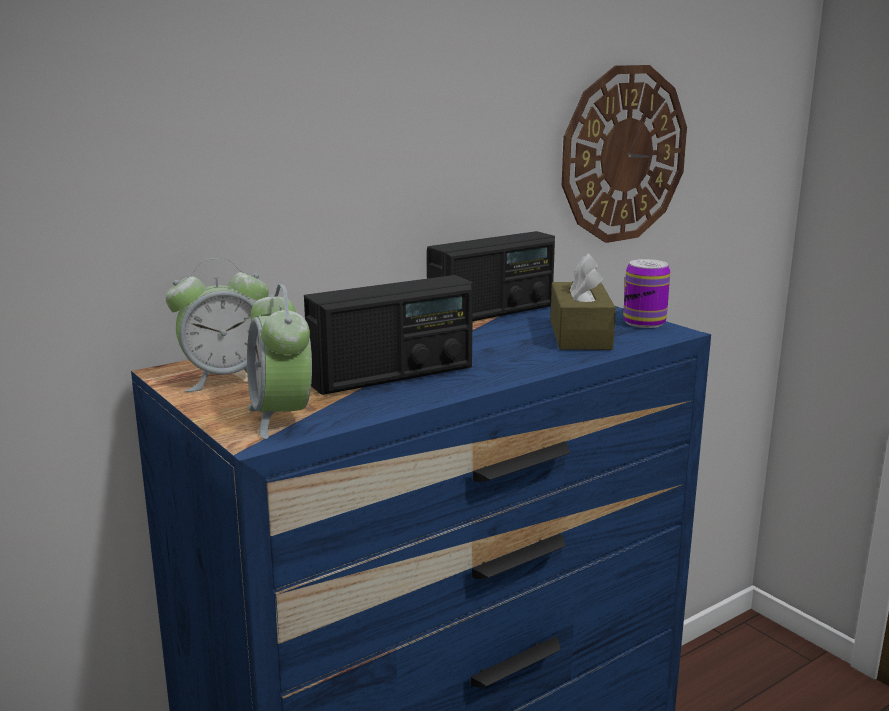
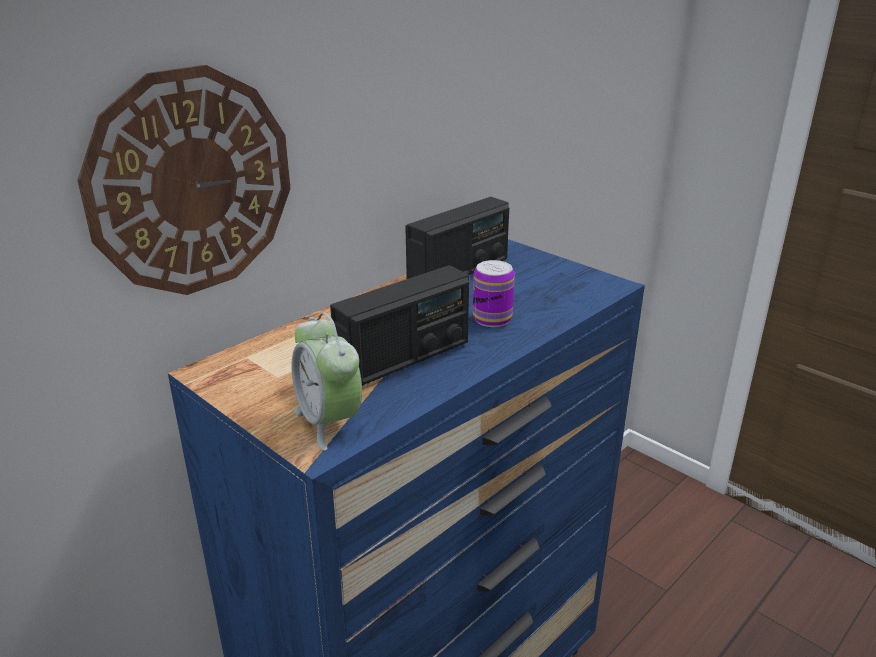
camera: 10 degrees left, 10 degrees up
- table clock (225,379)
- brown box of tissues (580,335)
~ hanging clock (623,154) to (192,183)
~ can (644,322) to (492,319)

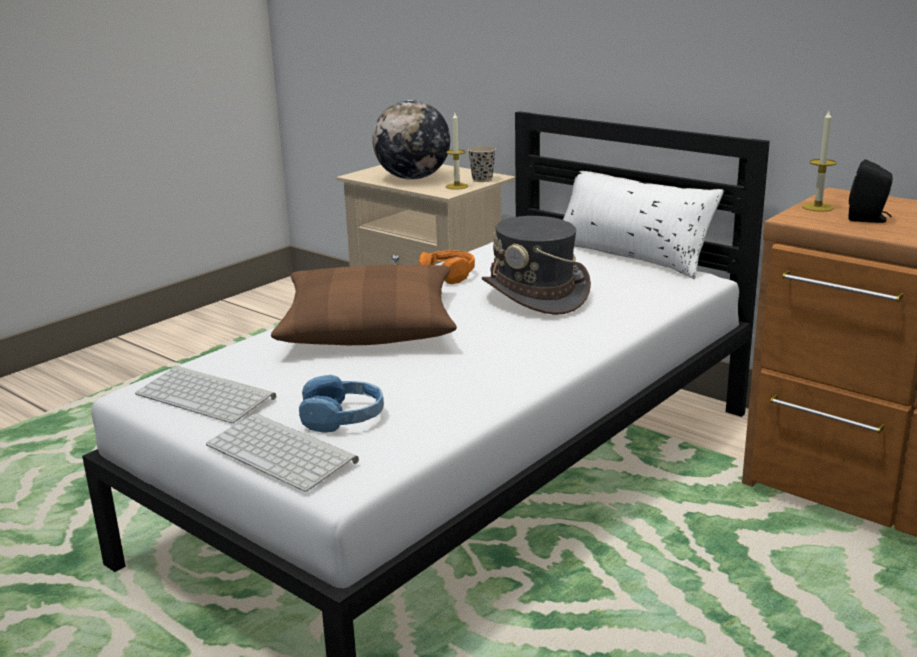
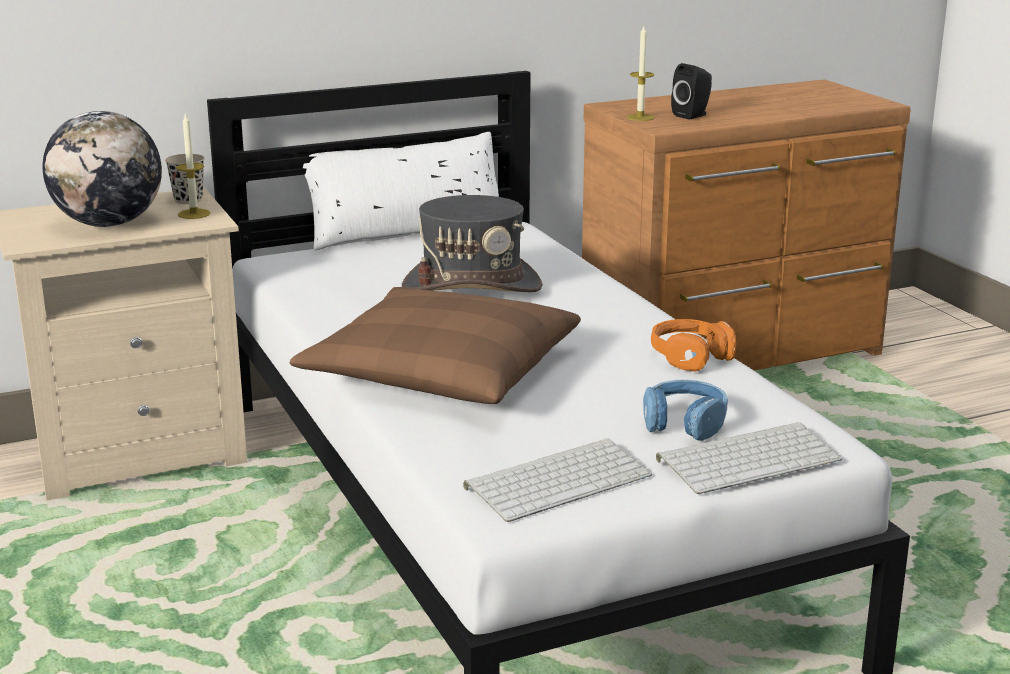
camera: 65 degrees left, 0 degrees up
~ orangey headphones (447,275) to (690,356)

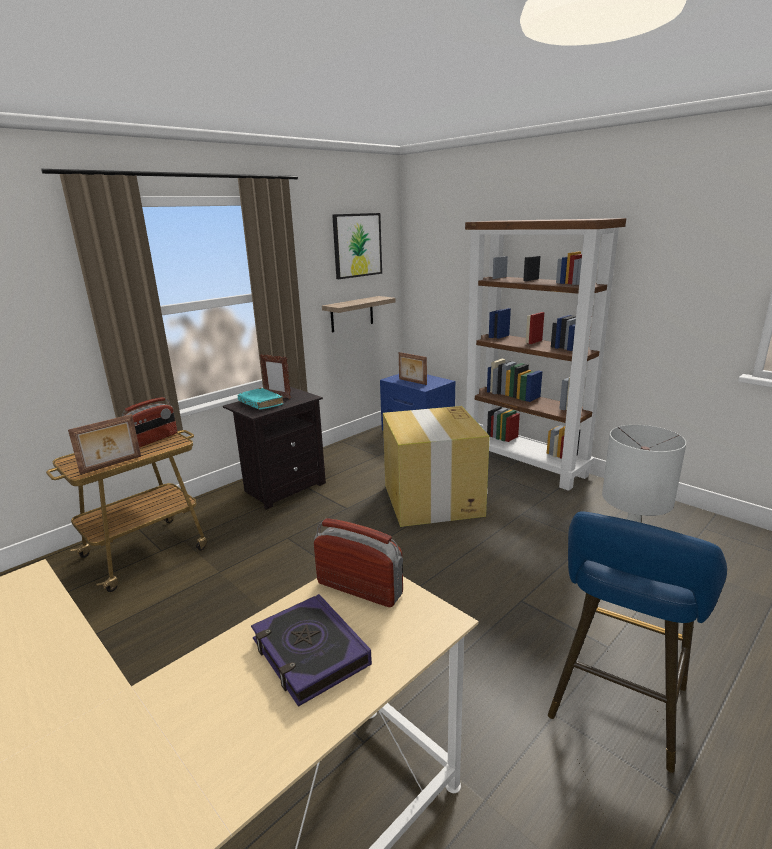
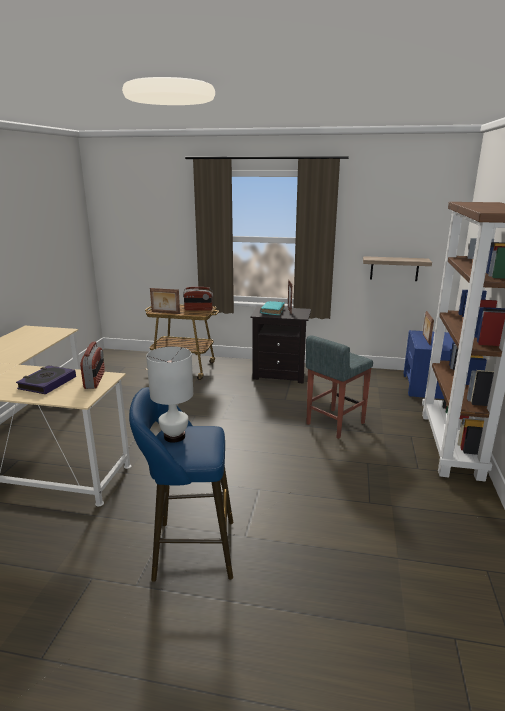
camera: 55 degrees right, 0 degrees up
- wall art (357,245)
~ cardboard box (433,500) to gray stool (334,423)

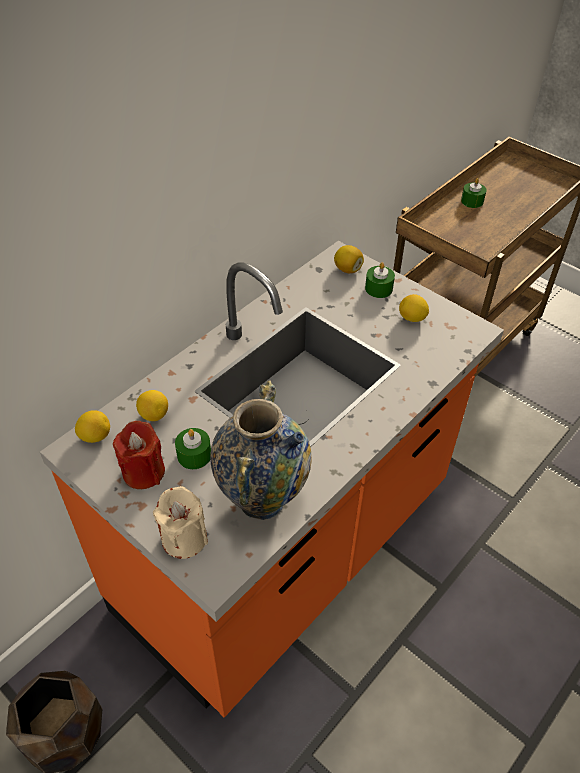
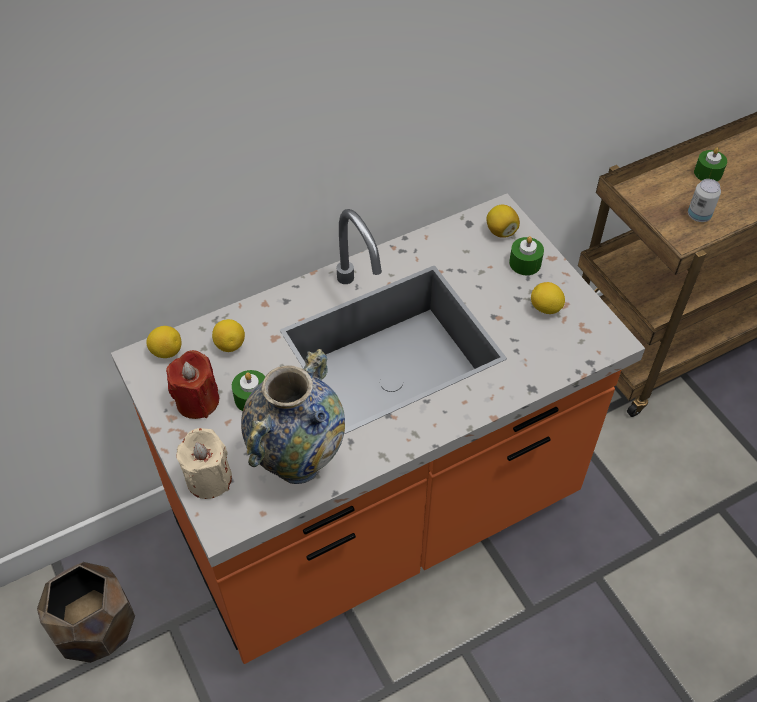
camera: 20 degrees right, 5 degrees up
+ can (698,216)

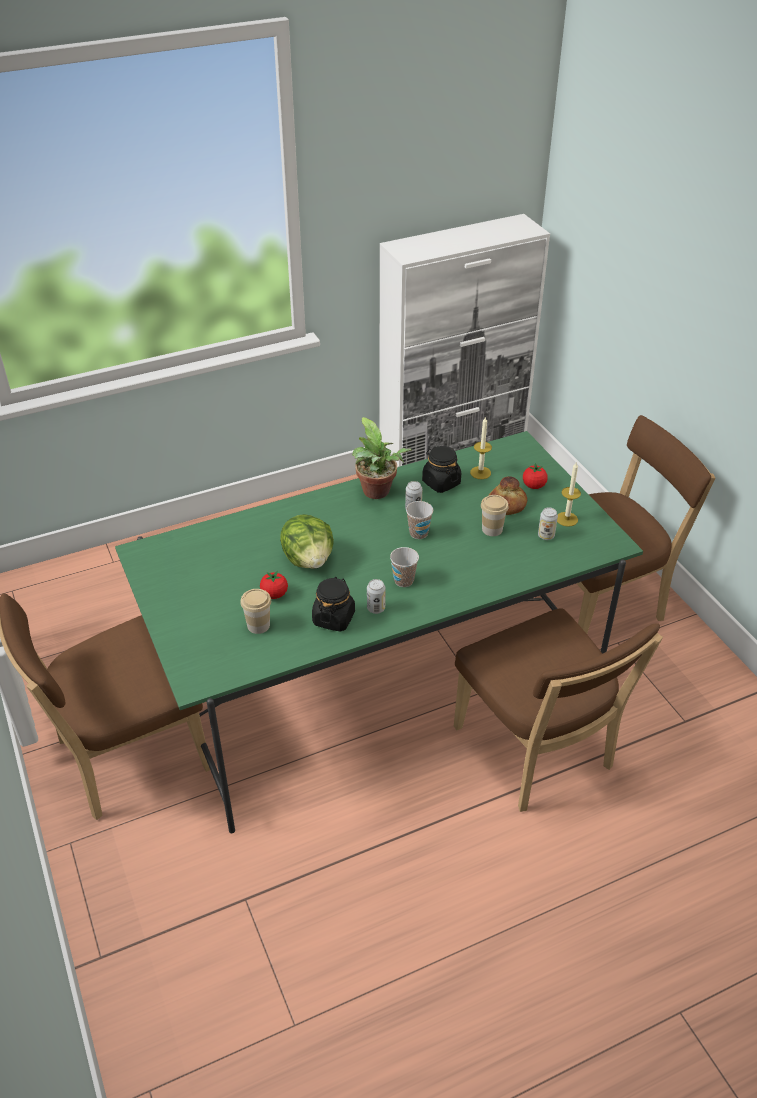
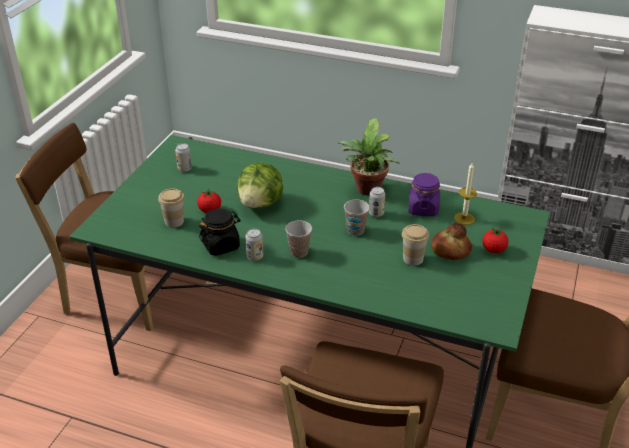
camera: 45 degrees right, 5 degrees down
~ black-coloured jar (441,482) to purplish jar (423,208)
~ can (546,536) to (184,169)
- wax light (567,519)

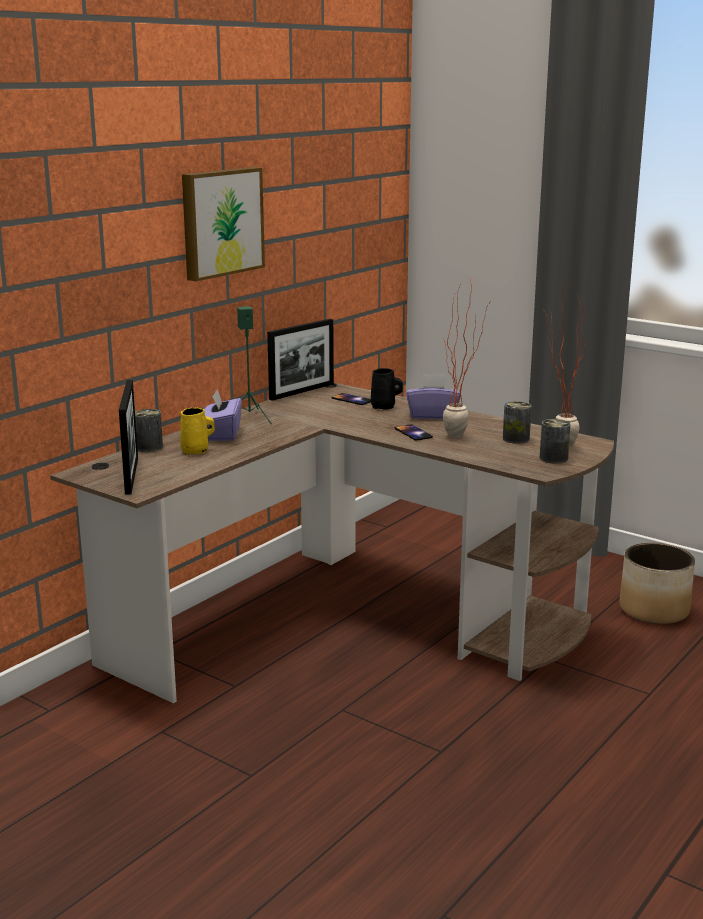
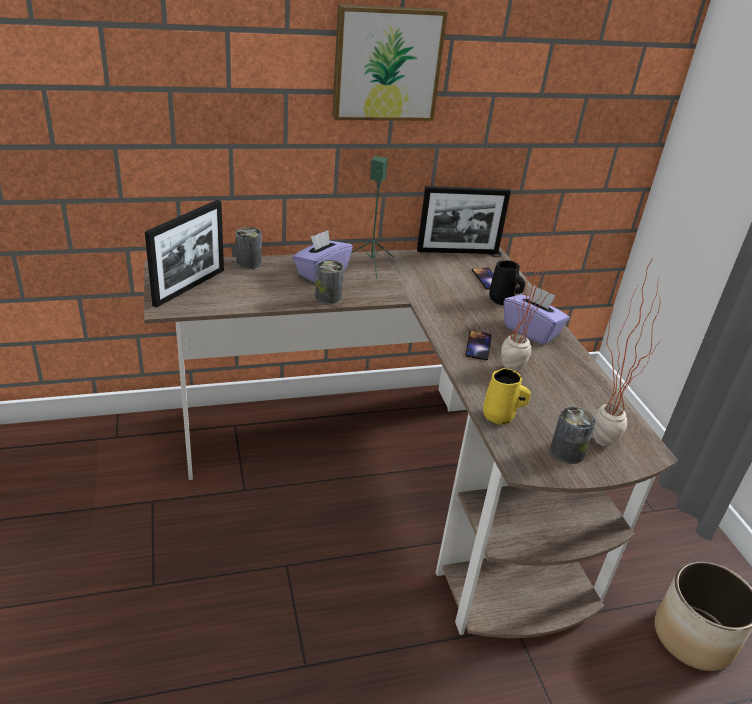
camera: 35 degrees right, 15 degrees up
~ yellowish mug (196,451) to (500,416)
~ can (516,439) to (328,297)

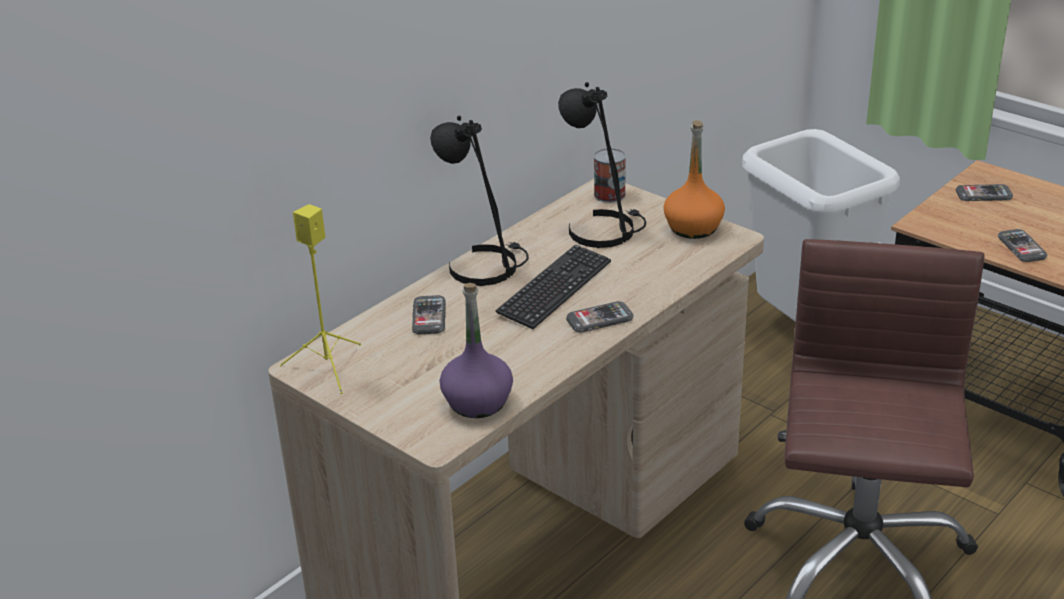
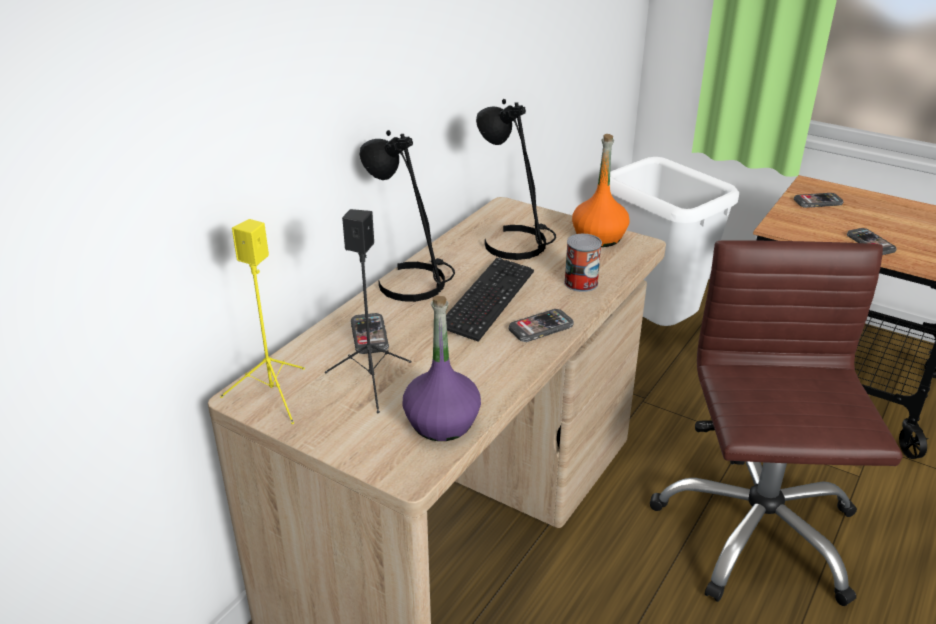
camera: 10 degrees left, 0 degrees up
~ can (609,195) to (581,283)
+ black-coloured loudspeaker (372,381)

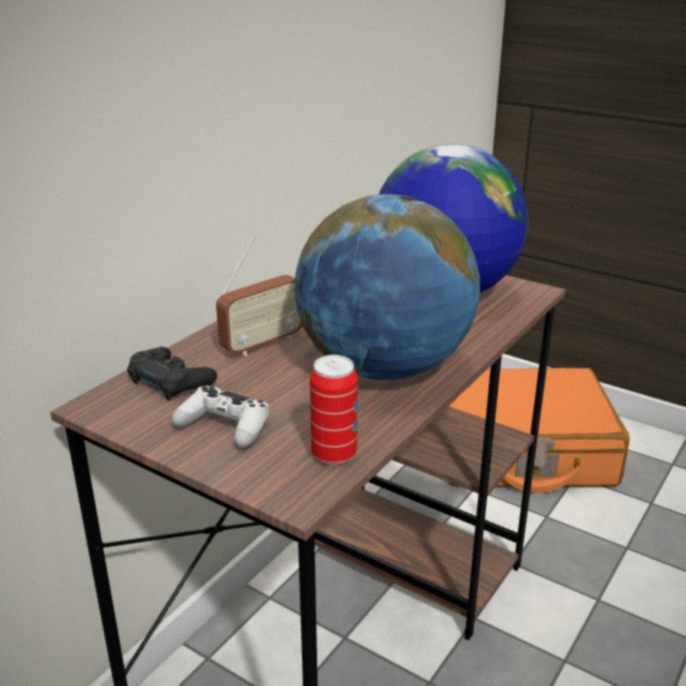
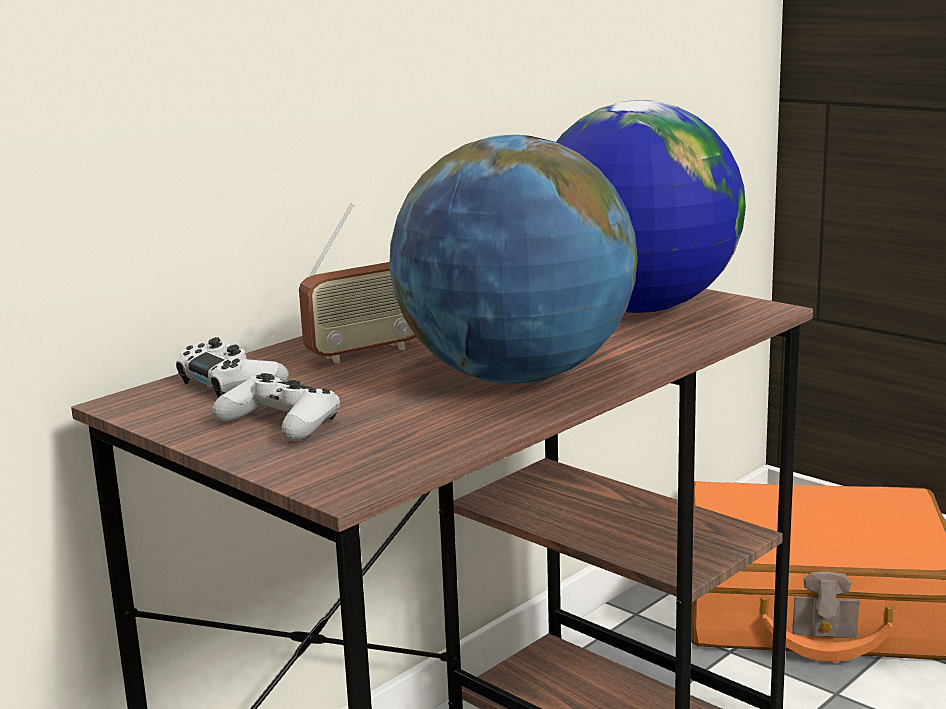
camera: 10 degrees right, 10 degrees down
~ black-coloured gamepad (171,381) to white gamepad (231,383)
- can (334,455)

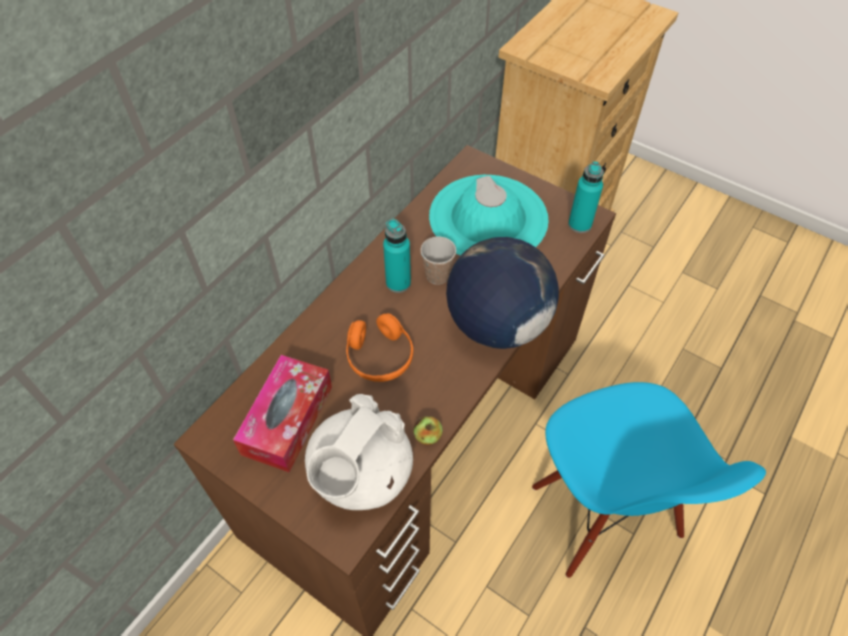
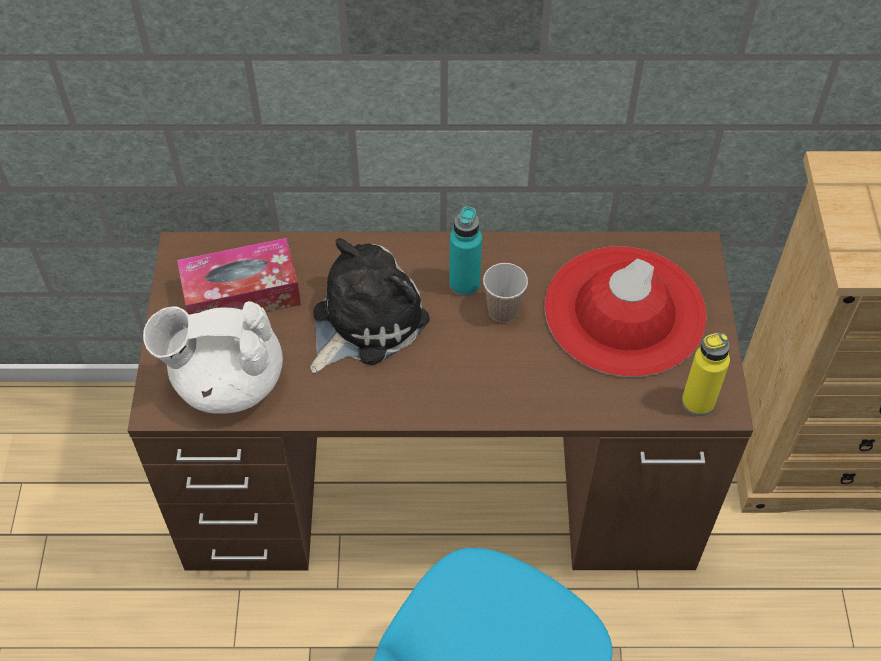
camera: 55 degrees right, 0 degrees up
~ orangey headphones (380,356) to plush toy (364,321)
- whole apple (427,436)
~ turquoise clothing hat (488,218) to red clothing hat (624,311)
- desk globe (496,324)
~ turquoise drink bottle (579,224) to yellowish drink bottle (698,402)

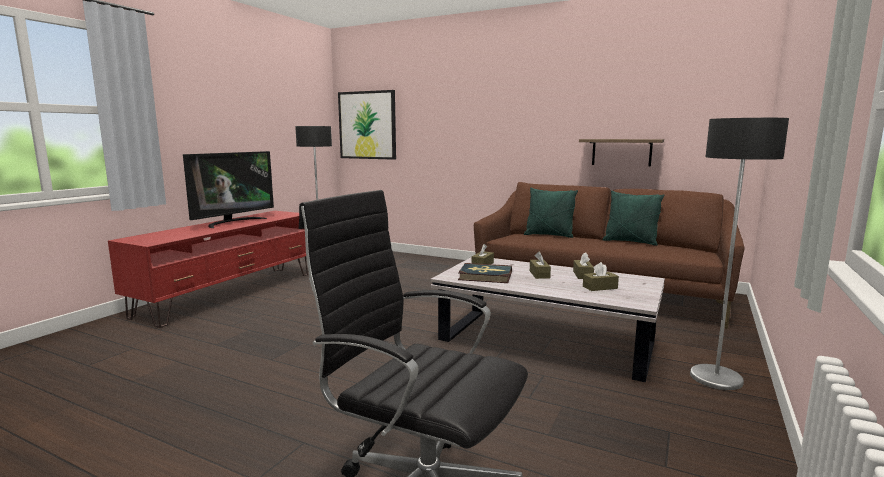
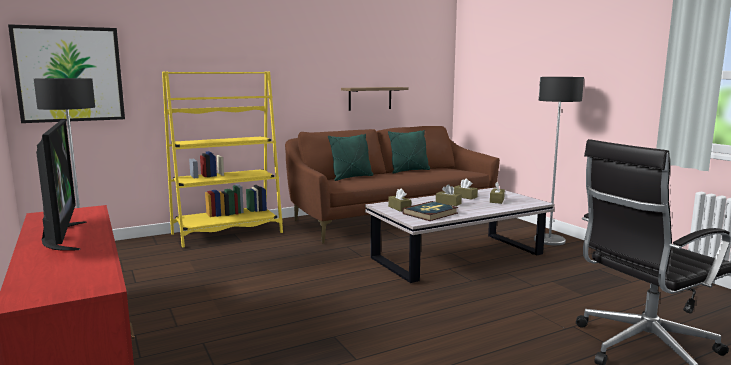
camera: 55 degrees left, 0 degrees up
+ yellowish bookshelf (227,233)

